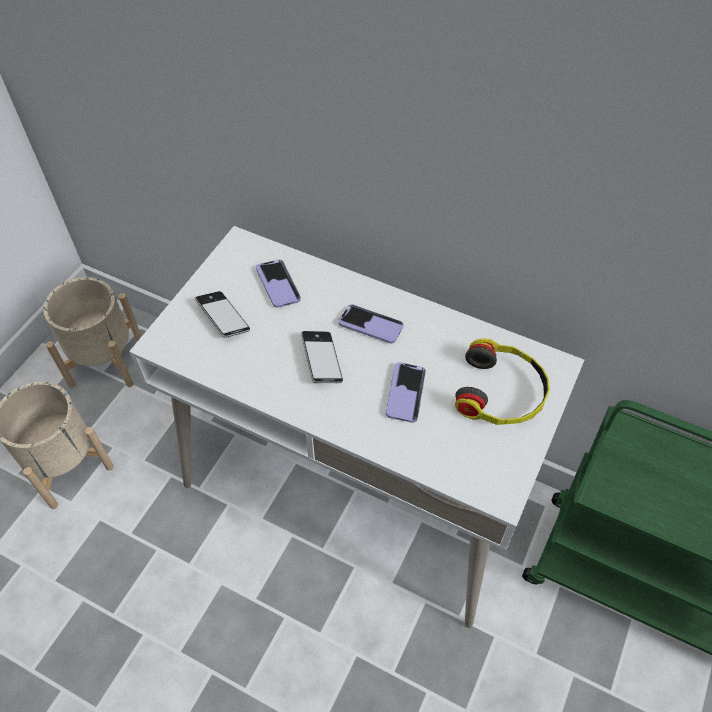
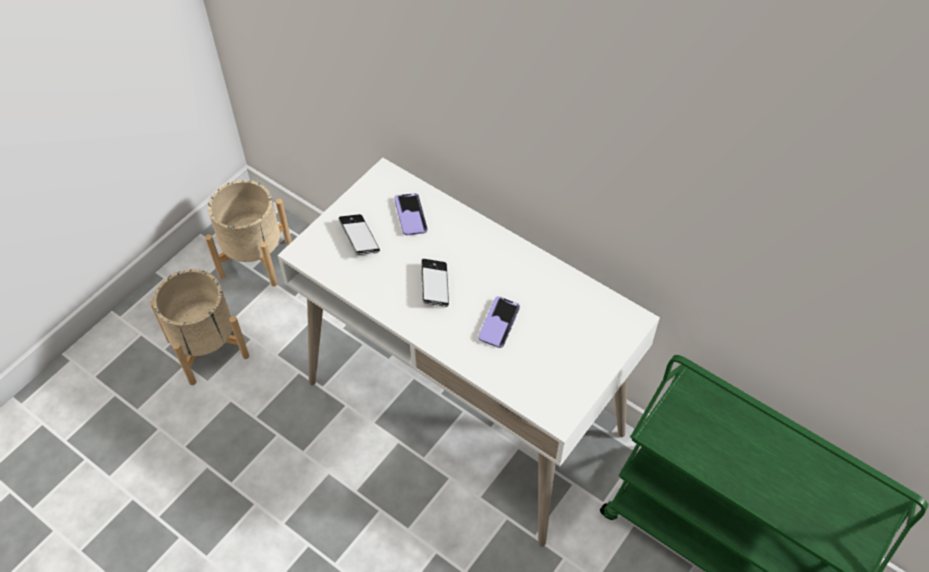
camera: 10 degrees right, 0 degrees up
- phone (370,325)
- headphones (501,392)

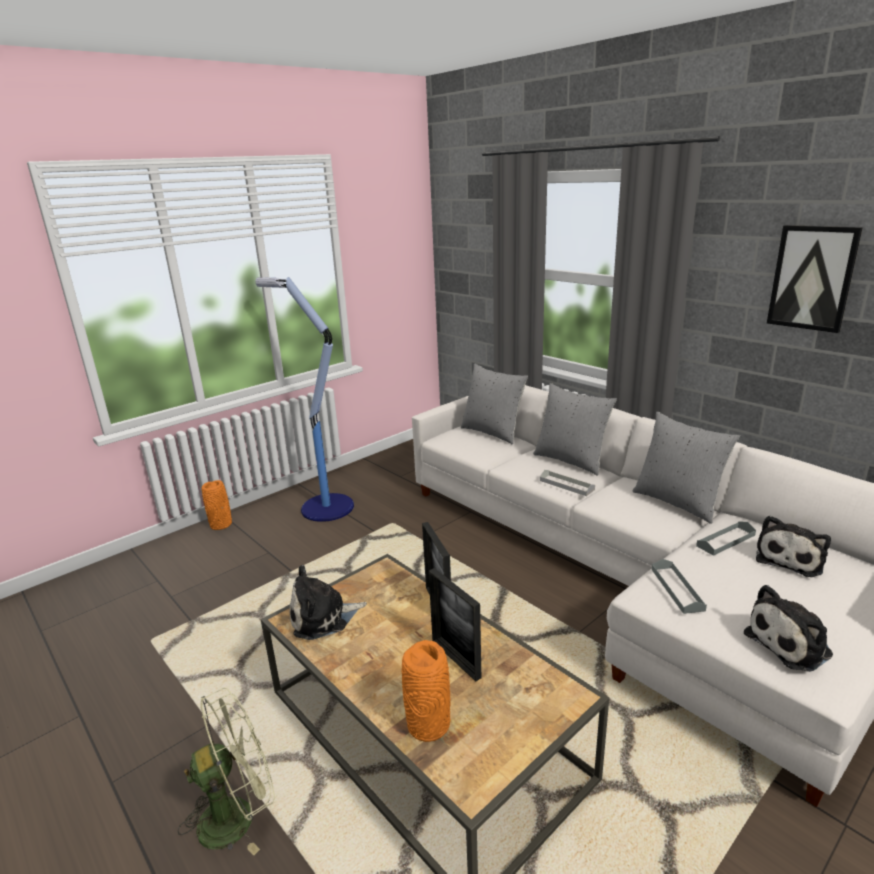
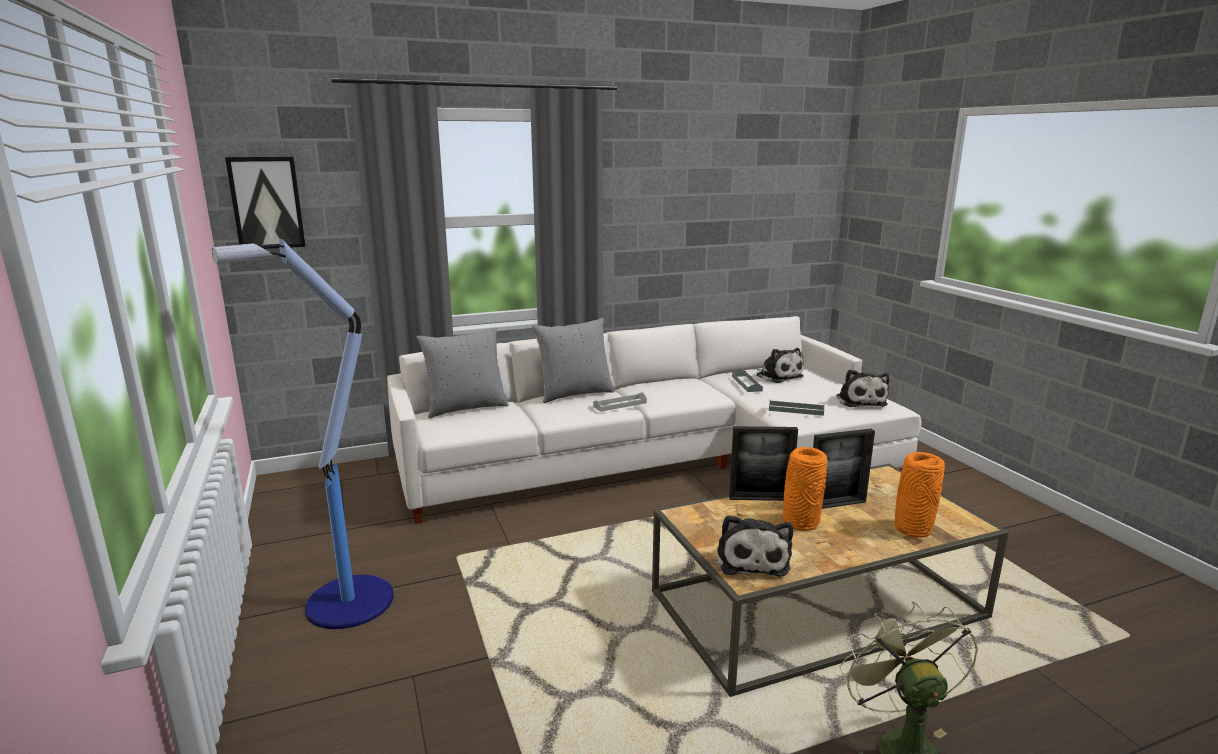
camera: 70 degrees left, 5 degrees down
~ orangey decorative vase (221,524) to (799,522)
- gray throw pillow (678,502)
~ wall art (812,278) to (267,203)

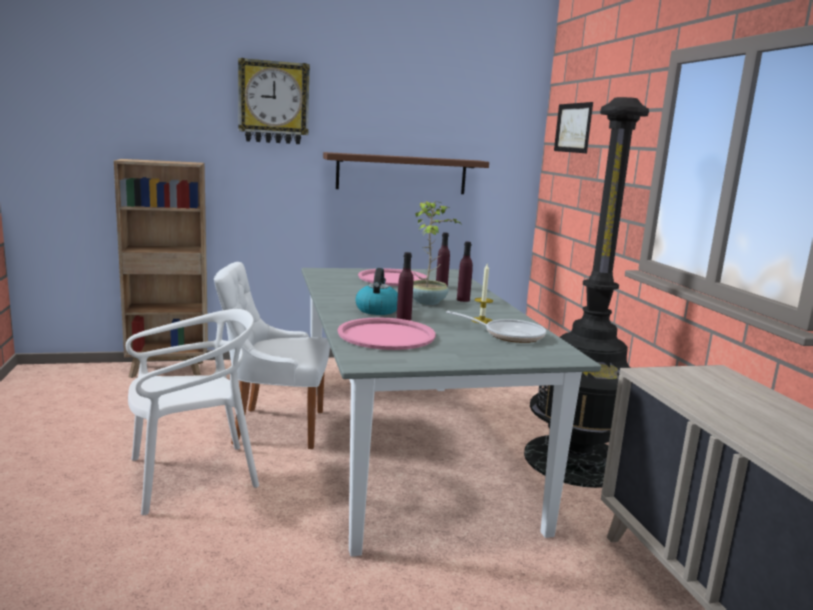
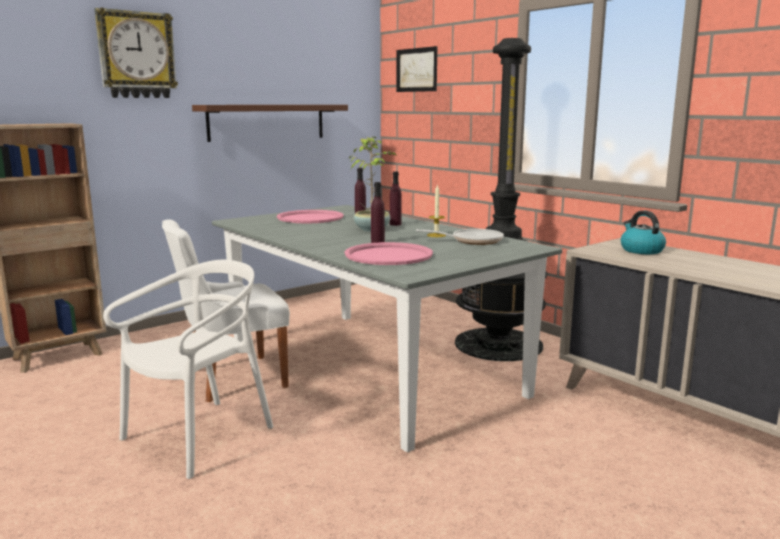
camera: 25 degrees left, 0 degrees up
~ kettle (377,310) to (641,250)

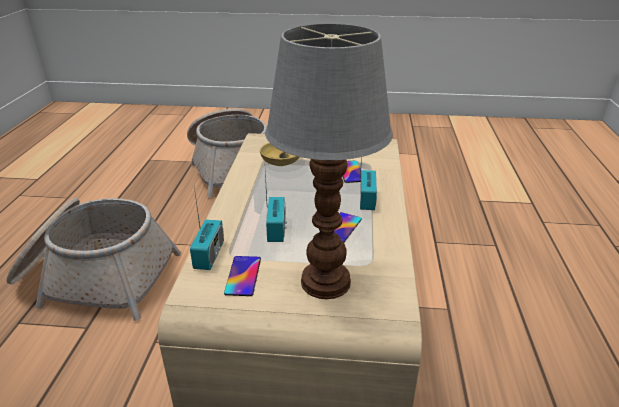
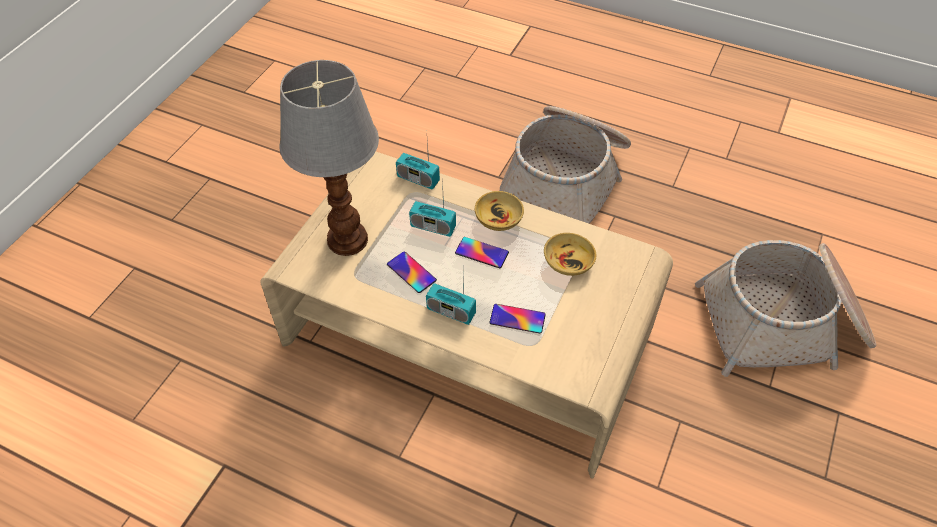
camera: 110 degrees right, 20 degrees up
~ phone (243,276) to (481,253)
+ sand-coloured deep dish (498,219)

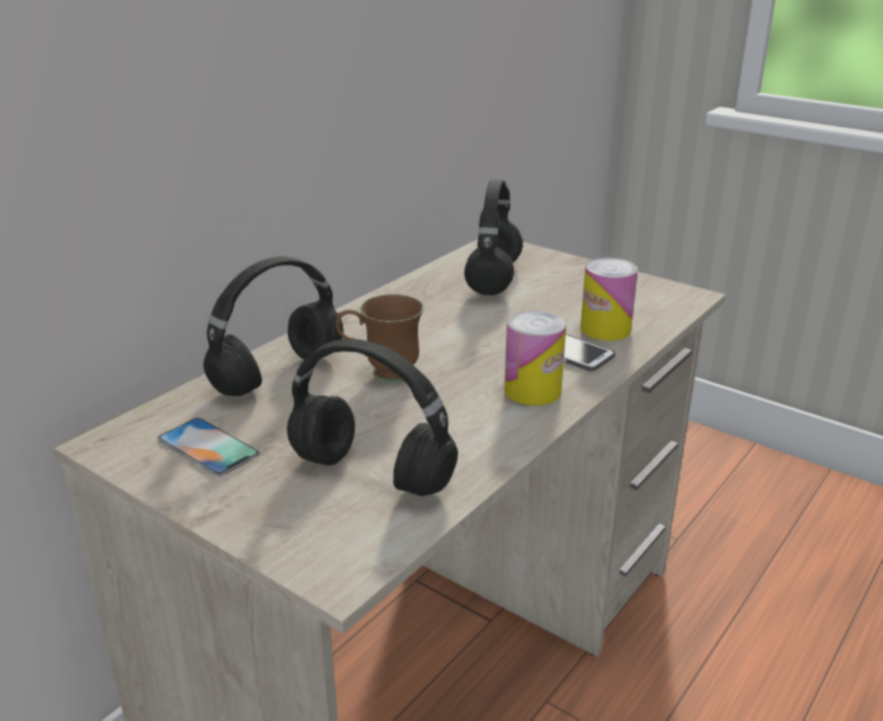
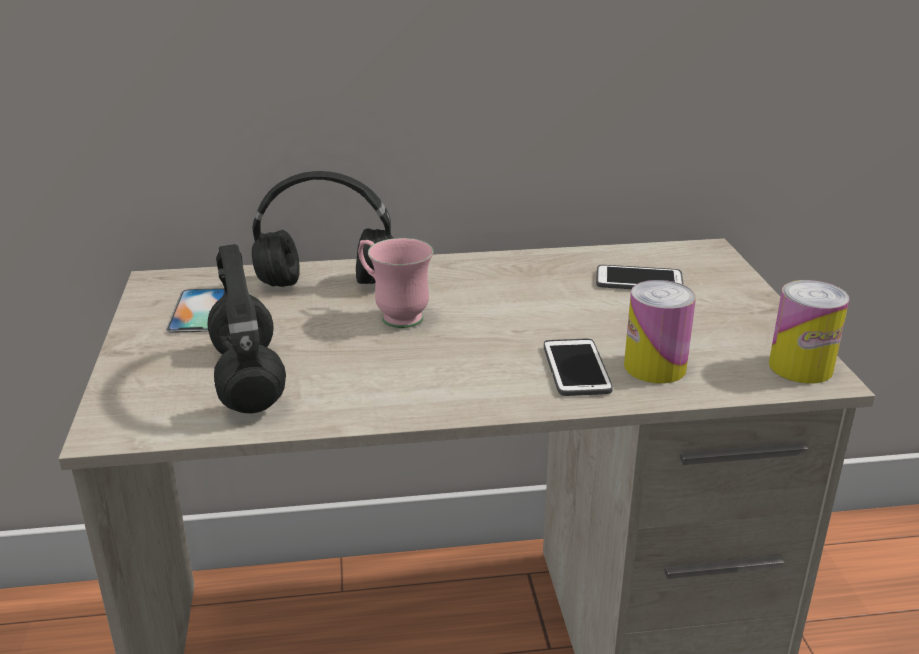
camera: 45 degrees right, 0 degrees up
~ brown mug (381,373) to pinkish mug (393,315)
~ black-coloured headphones (494,280) to phone (639,281)
~ can (532,390) to (800,367)

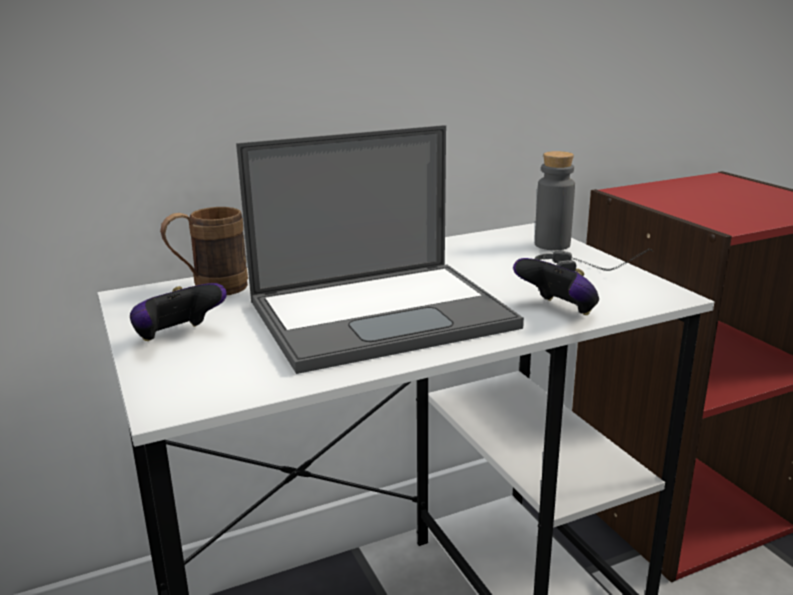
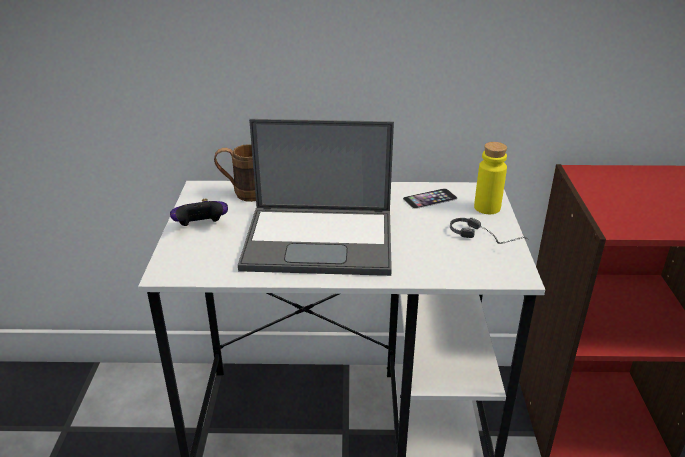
camera: 25 degrees right, 10 degrees up
- gamepad (558,310)
~ gray drink bottle (552,245) to yellowish drink bottle (487,207)
+ phone (430,198)

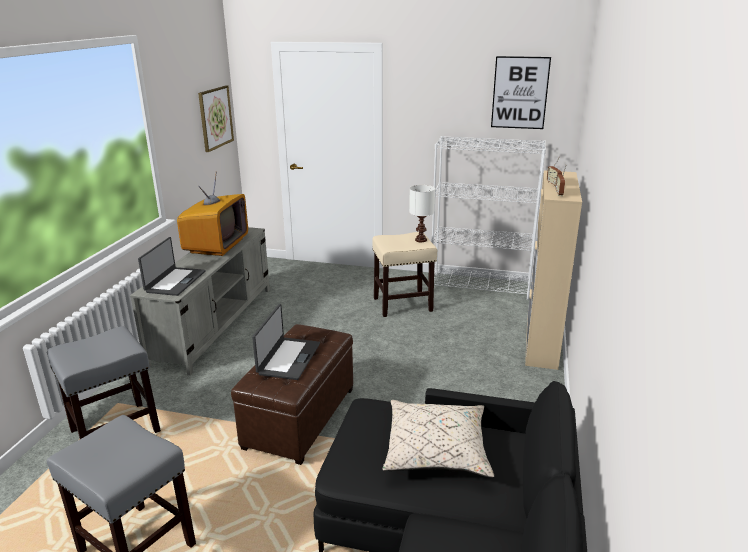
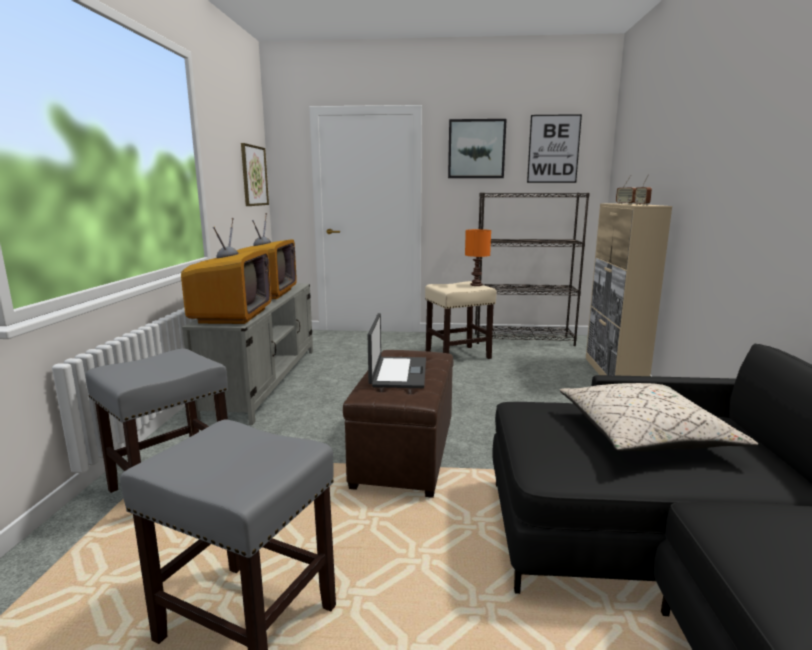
camera: 10 degrees left, 10 degrees down
~ notebook computer (175,281) to TV (232,316)
~ white table lamp (421,240) to orangey table lamp (476,285)
~ white bookshelf (480,286) to black-coloured bookshelf (523,339)
+ wall art (476,149)

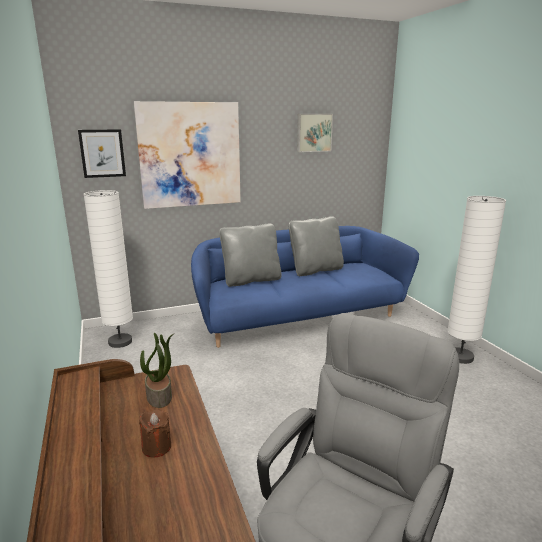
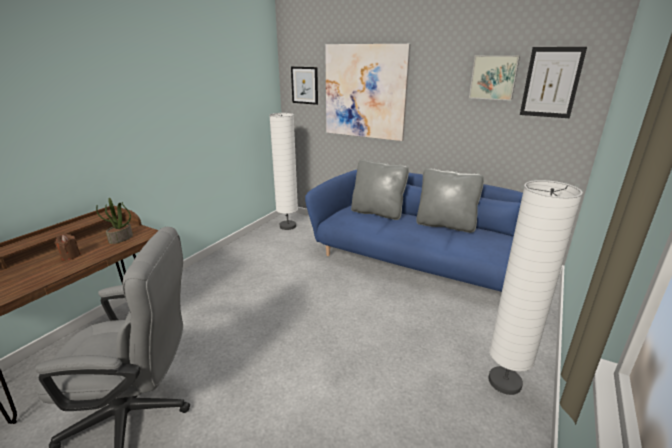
camera: 50 degrees right, 5 degrees up
+ wall art (551,82)

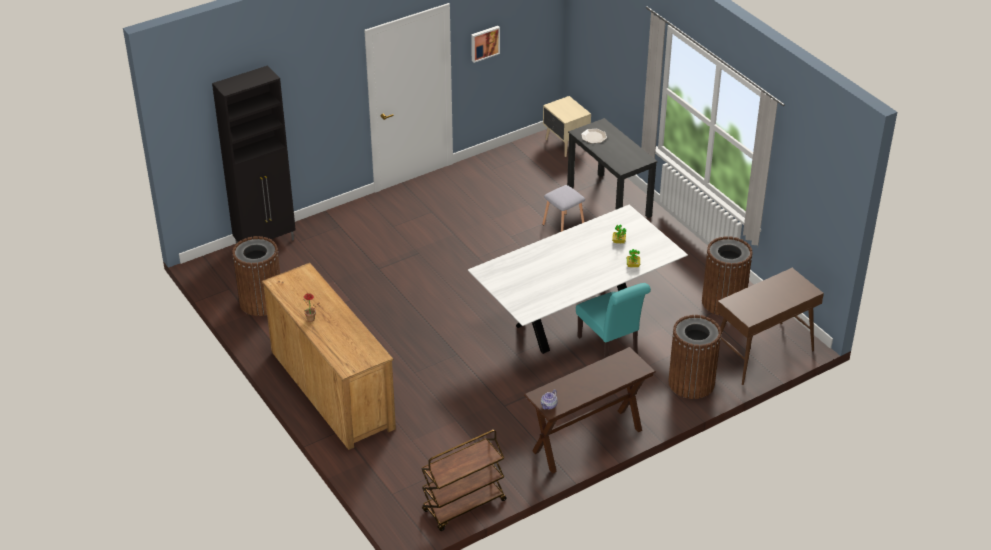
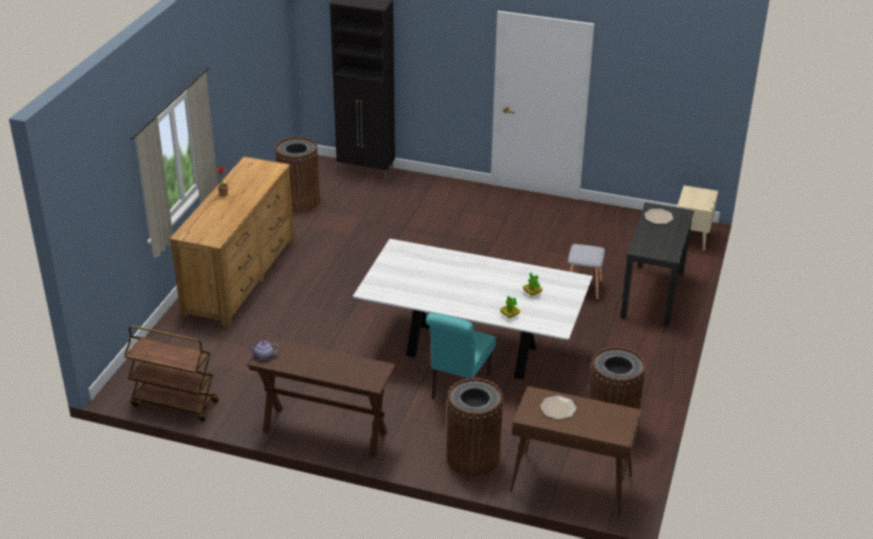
camera: 50 degrees right, 5 degrees down
- wall art (484,43)
+ flat dish (558,408)

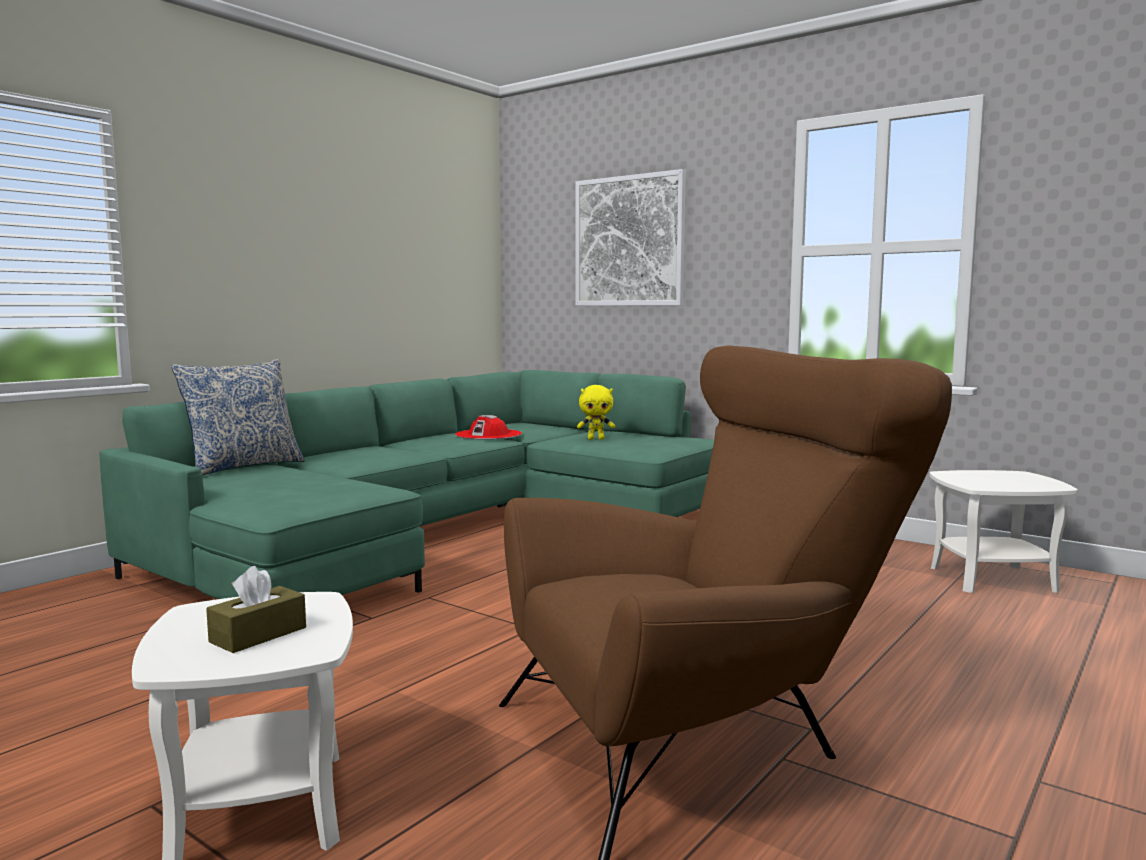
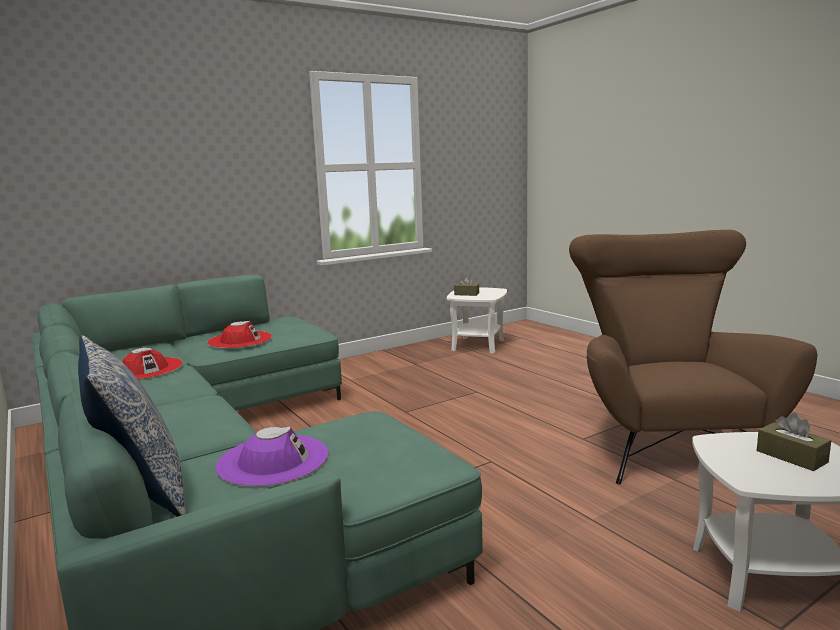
camera: 70 degrees left, 5 degrees up
- wall art (629,241)
~ yellowish plush toy (596,439) to red clothing hat (240,340)
+ purplish clothing hat (273,460)
+ brown box of tissues (466,294)

